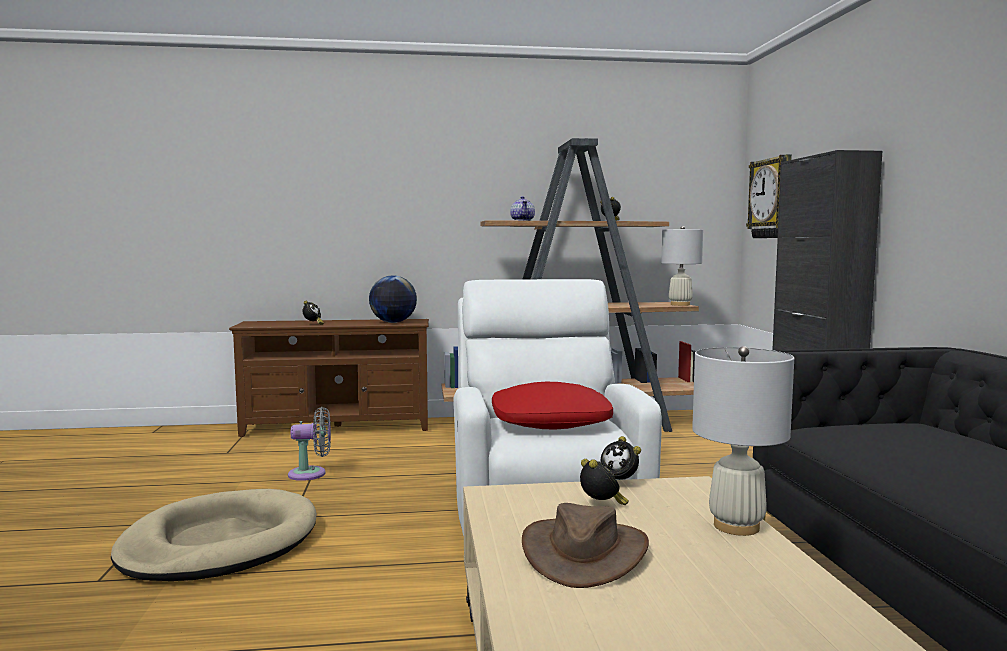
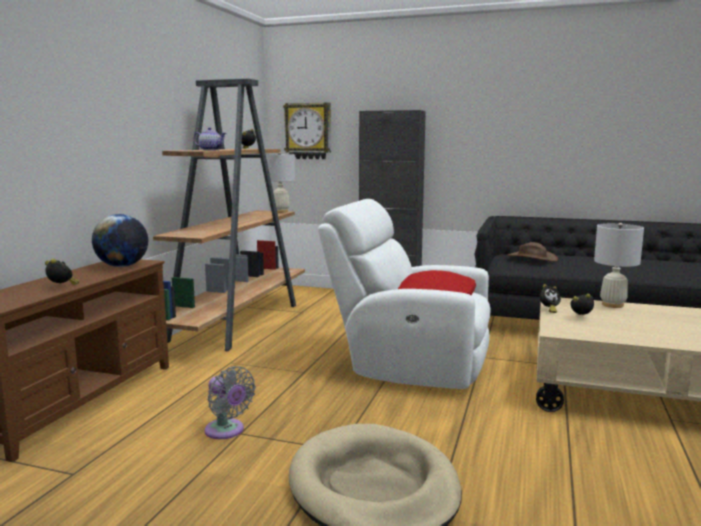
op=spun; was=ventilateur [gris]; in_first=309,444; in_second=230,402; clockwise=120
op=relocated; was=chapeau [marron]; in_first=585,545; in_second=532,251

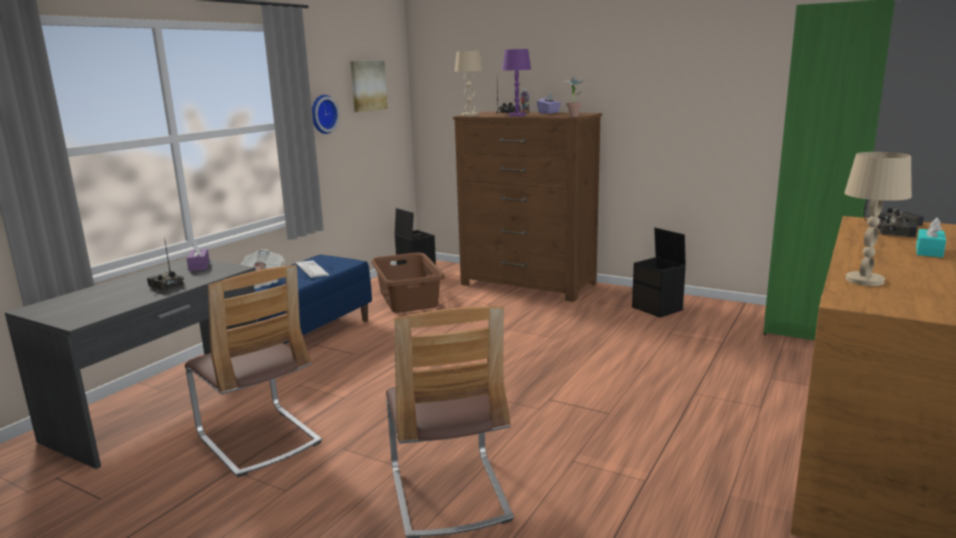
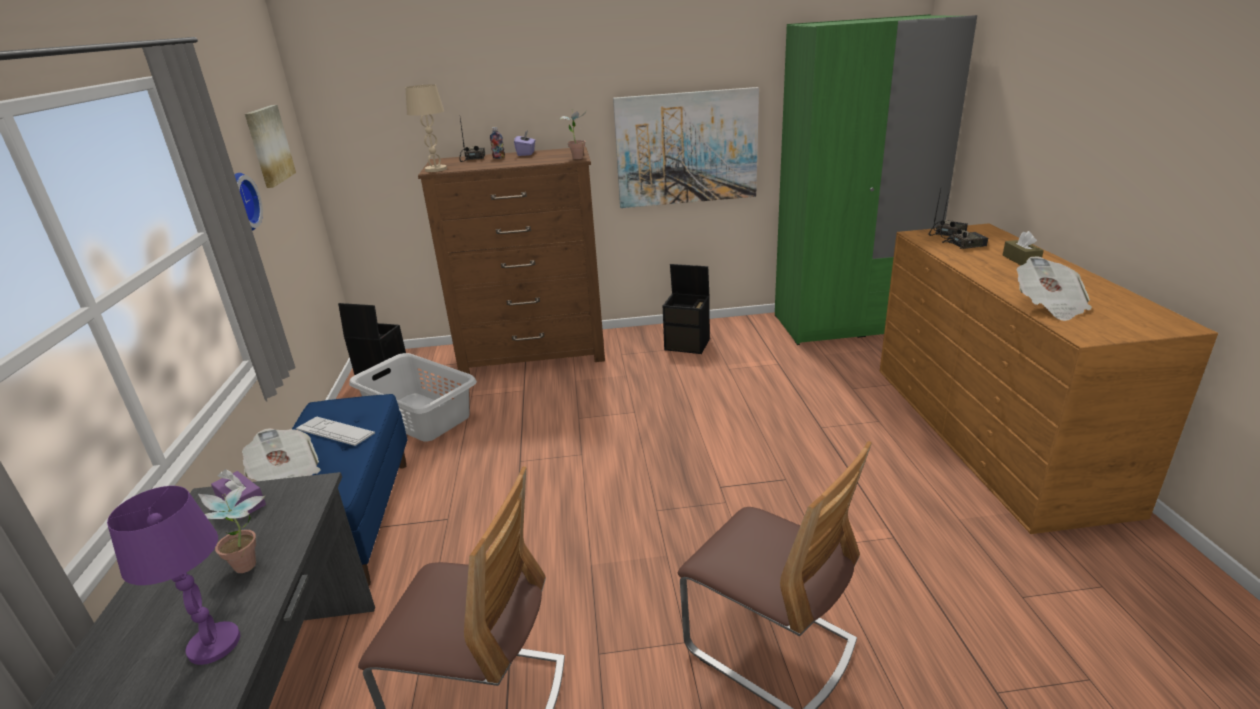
op=relocated; was=lampe de table [violet]; in_first=516,82; in_second=173,575
op=exchanged; was=radio; now=plante en pot; in_first=166,266; in_second=232,530
op=colour; was=panier à linge [marron]; now=panier à linge [gris]; in_first=408,283; in_second=413,397
op=appeared; now=tableau; in_second=686,147
op=colour; was=boîte à mouchoirs [turquoise]; now=boîte à mouchoirs [marron]; in_first=931,238; in_second=1023,248
op=exchanged; was=lampe de table [beige]; now=journal; in_first=878,219; in_second=1054,288

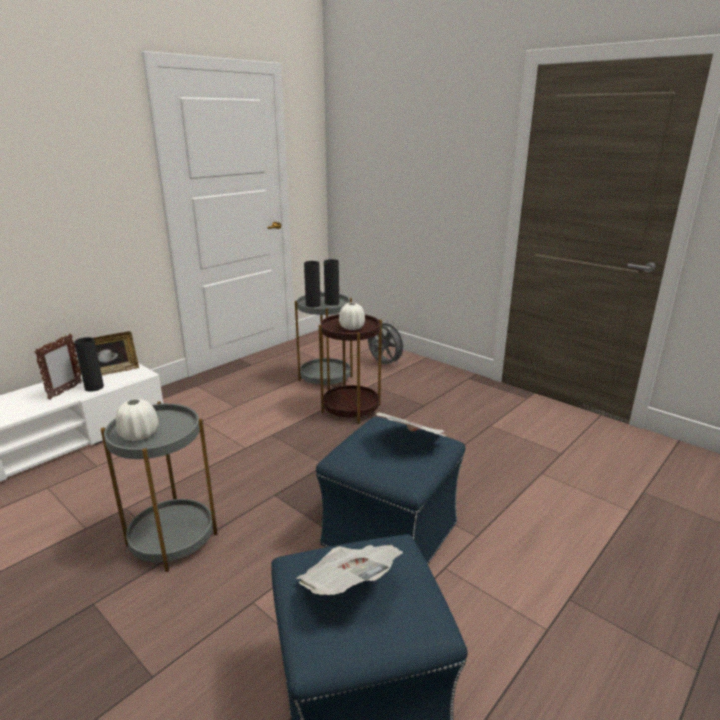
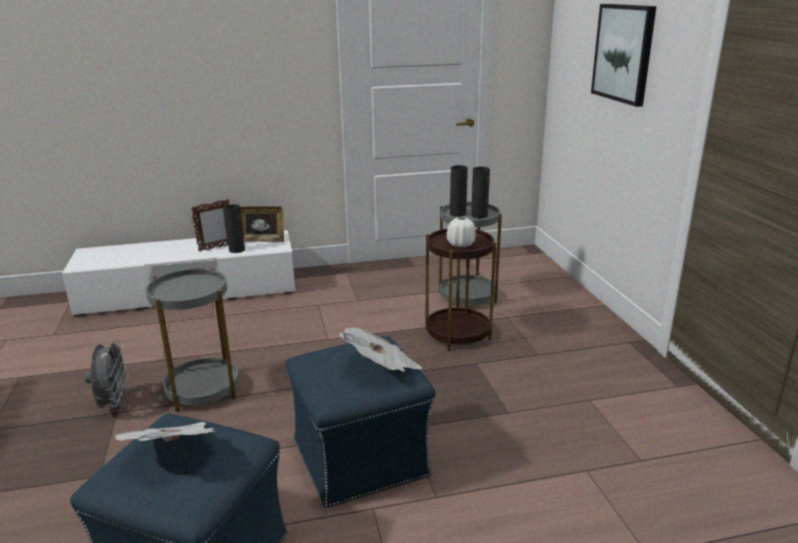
op=relocated; was=ventilateur [gris]; in_first=387,342; in_second=107,374
op=appeared; now=tableau; in_second=623,55
op=missing; was=vase [blanc]; in_first=137,420

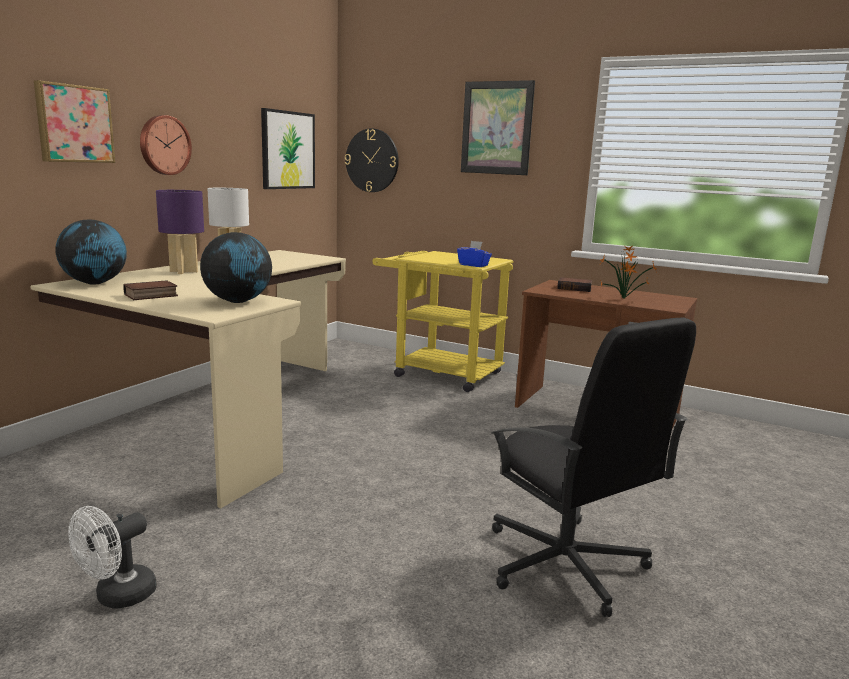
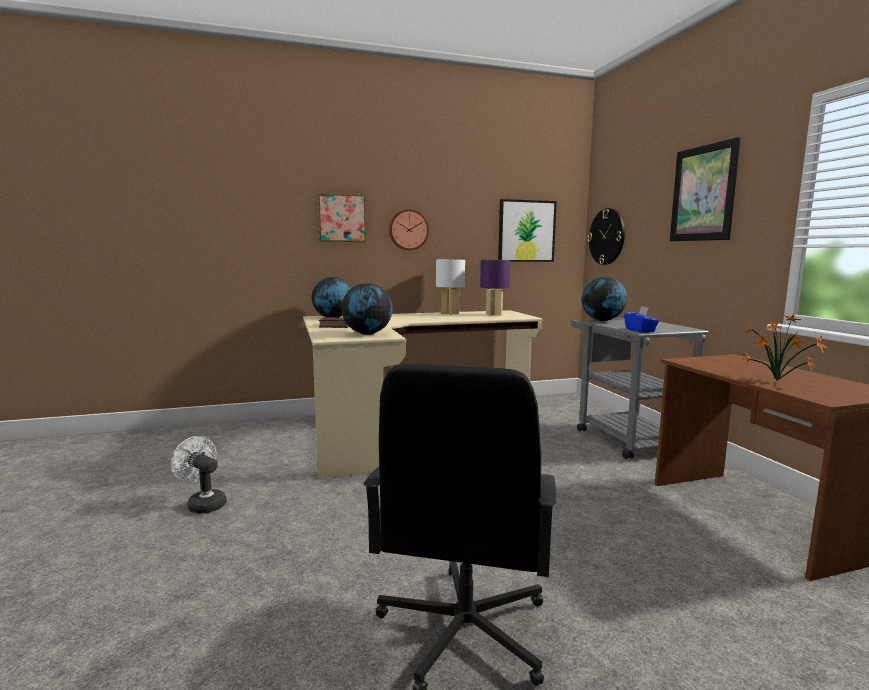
op=spun; was=ventilateur [blanc]; in_first=112,557; in_second=199,475; clockwise=45
op=relocated; was=lampe de table [violet]; in_first=180,232; in_second=495,288
op=colour; was=chariot [jaune]; now=chariot [gris]; in_first=442,321; in_second=640,388
op=appeared; now=globe; in_second=604,299
op=missing; was=livre; in_first=574,284

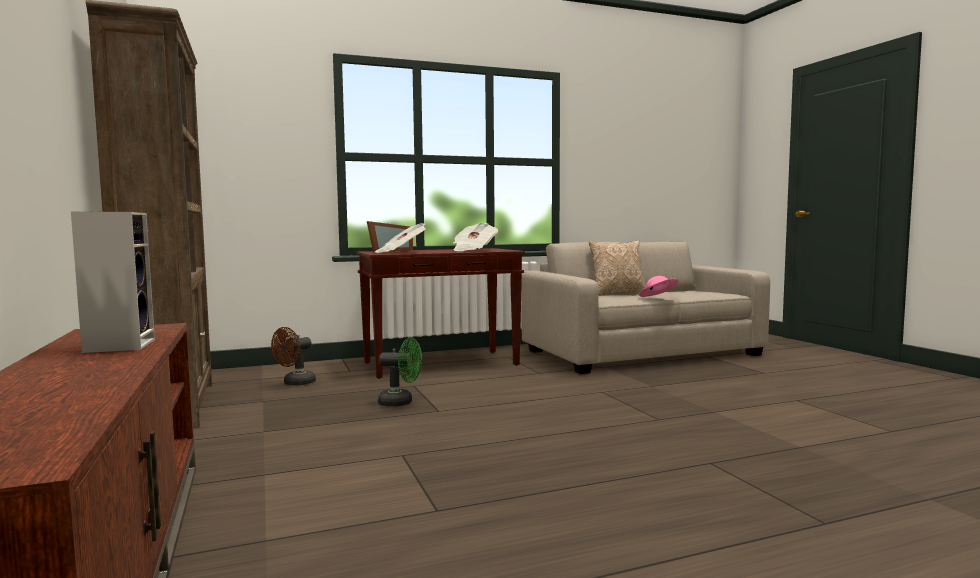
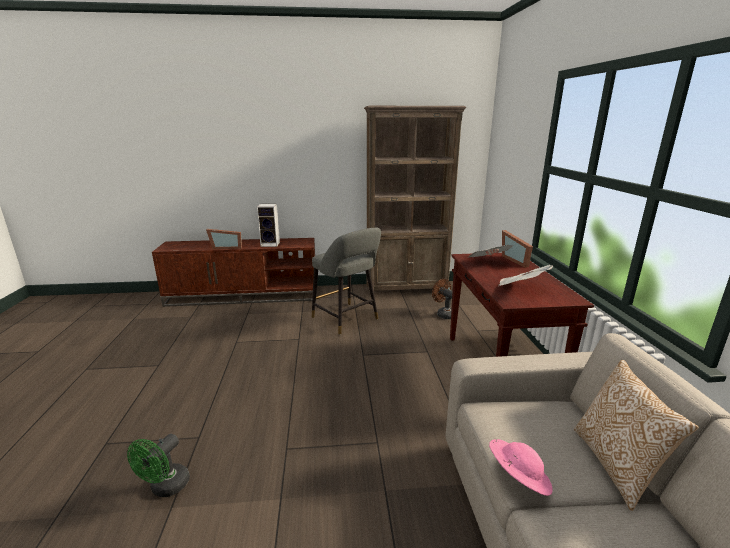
op=relocated; was=ventilateur [vert]; in_first=400,372; in_second=158,465
op=appeared; now=cadre photo; in_second=224,239
op=appeared; now=tabouret [gris]; in_second=346,281

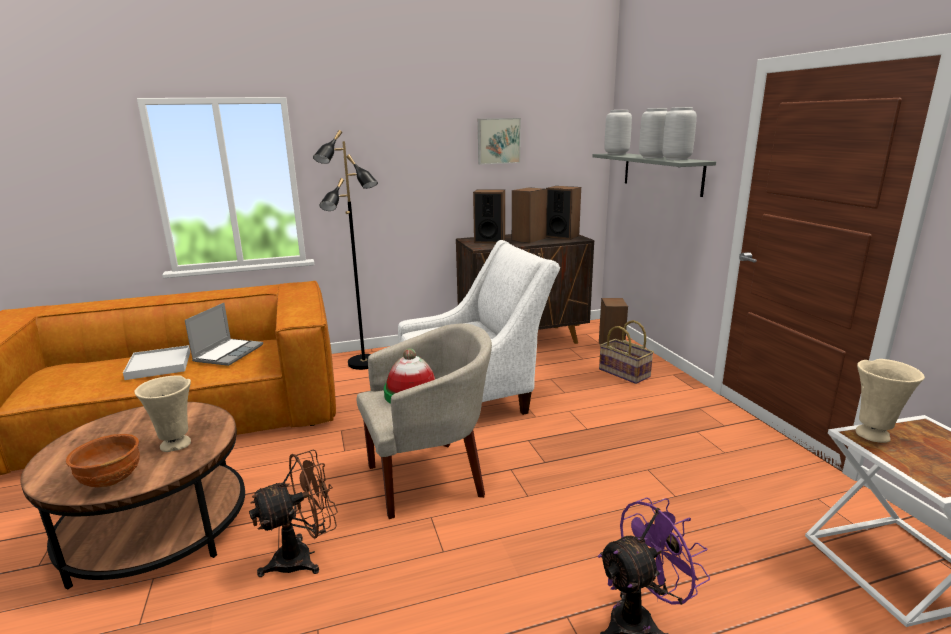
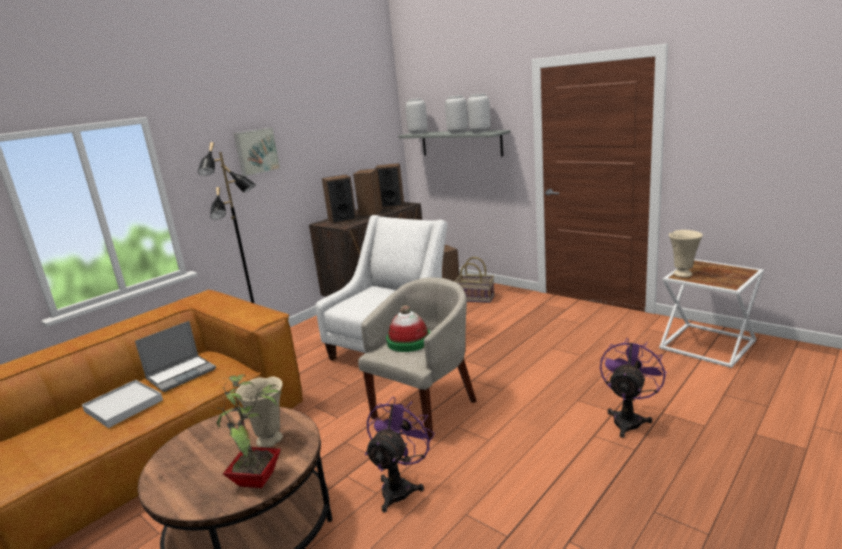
op=spun; was=ordinateur portable; in_first=224,334; in_second=175,356; clockwise=60
op=exchanged; was=bol [marron]; now=plante en pot; in_first=103,461; in_second=249,431
op=relocated; was=tableau; in_first=499,141; in_second=257,151
op=colour; was=ventilateur [marron]; now=ventilateur [violet]; in_first=293,513; in_second=400,455

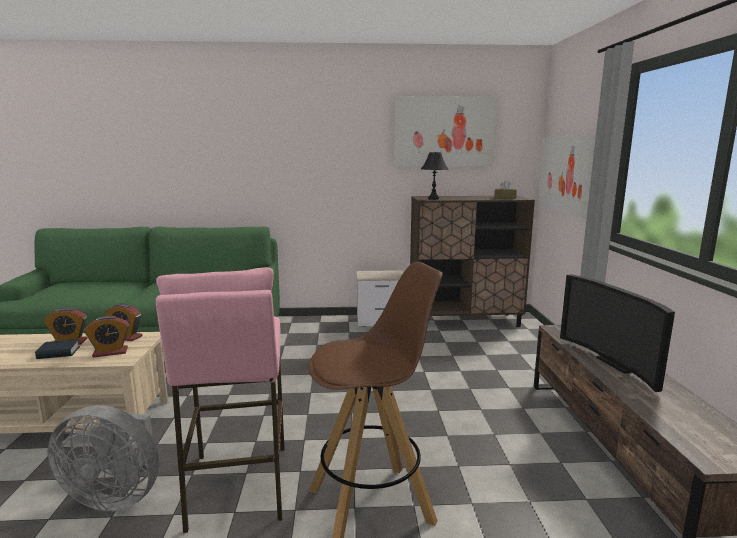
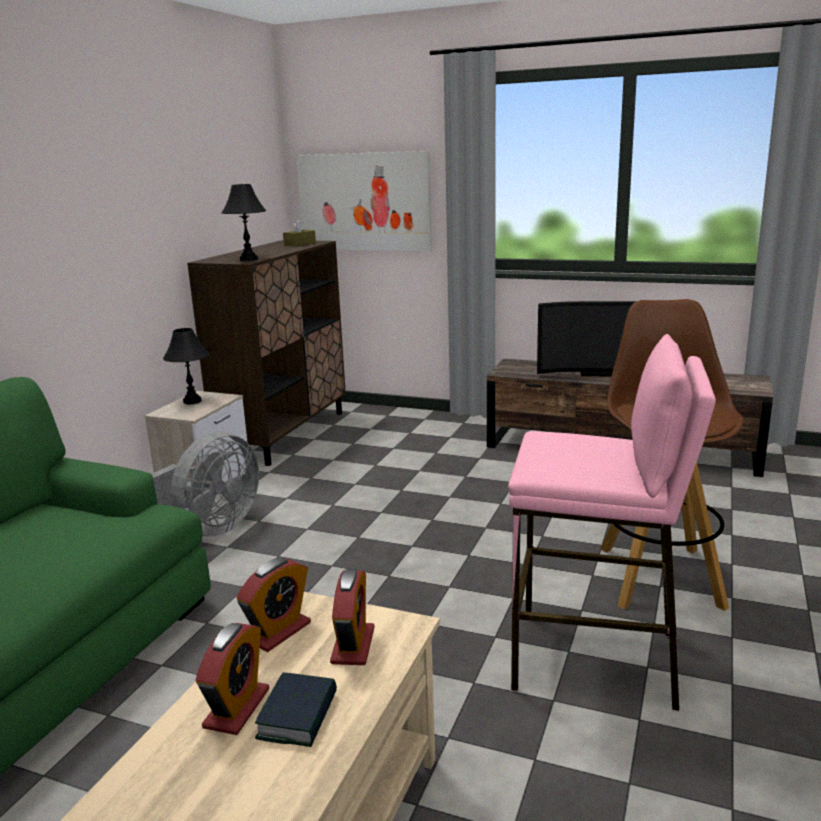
op=relocated; was=ventilateur [gris]; in_first=103,458; in_second=205,484
op=appeared; now=lampe de table [noir]; in_second=186,366
op=missing; was=tableau; in_first=445,131

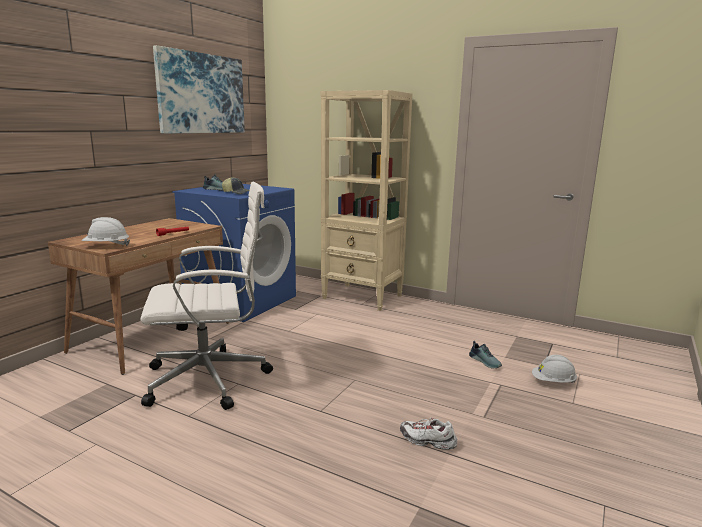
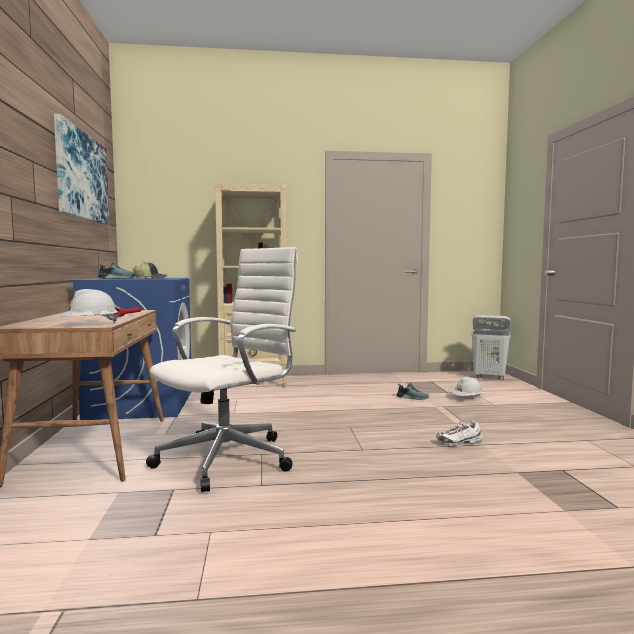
op=appeared; now=panier à linge [blanc]; in_second=490,347

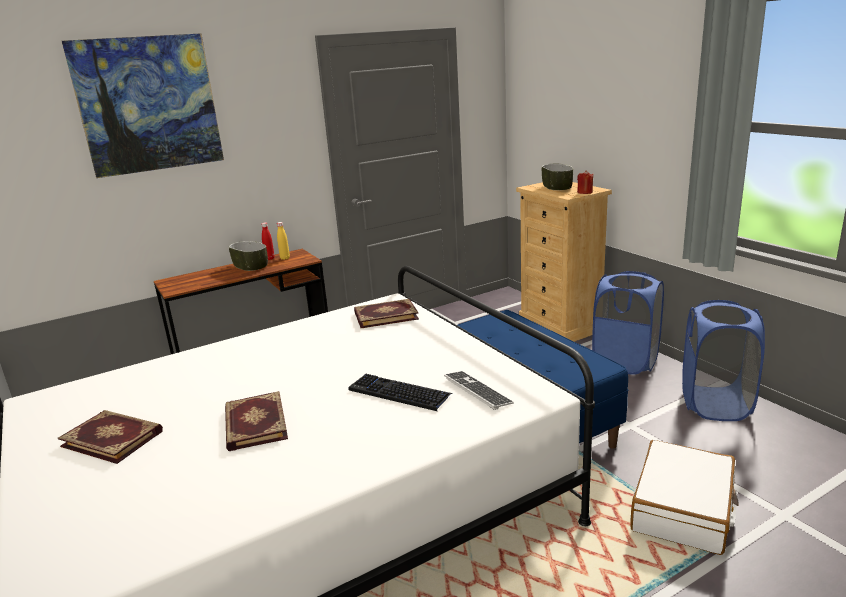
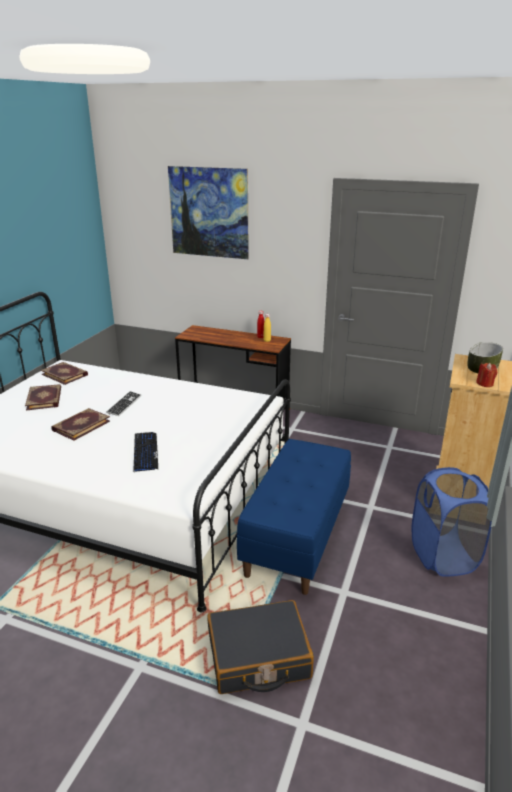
op=relocated; was=livre; in_first=386,313; in_second=64,373
op=relocated; was=clavier; in_first=479,390; in_second=124,403
op=colour; was=valise [blanc]; now=valise [noir]; in_first=684,497; in_second=260,647
op=missing; was=bol; in_first=248,256
op=missing; was=panier à linge [bleu]; in_first=723,360

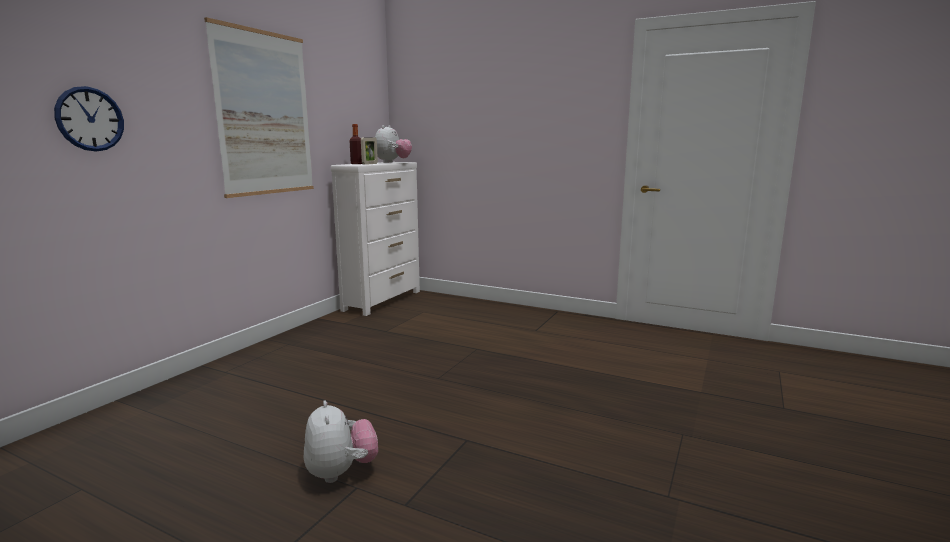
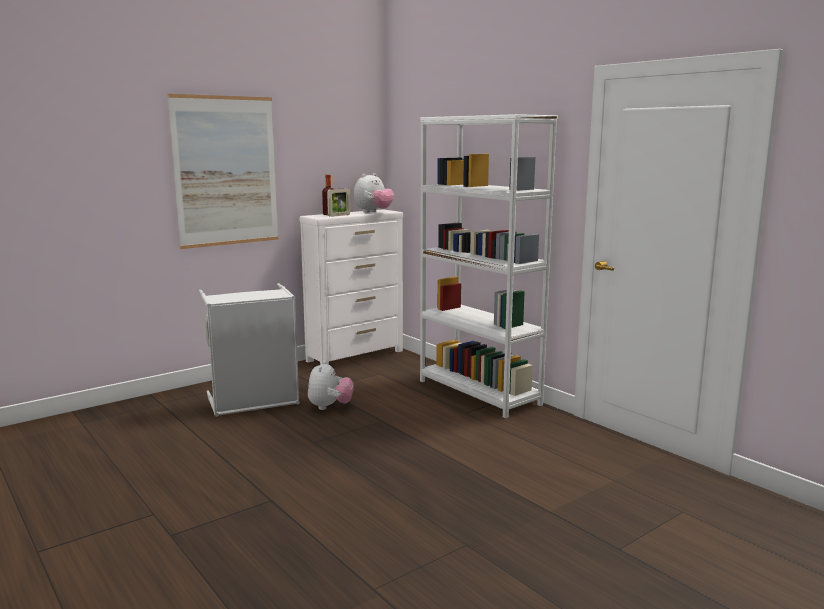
op=appeared; now=panier à linge [gris]; in_second=249,350
op=relocated; was=peluche; in_first=341,441; in_second=331,385
op=appeared; now=bibliothèque [blanc]; in_second=489,266
op=missing; was=horloge murale; in_first=89,119

